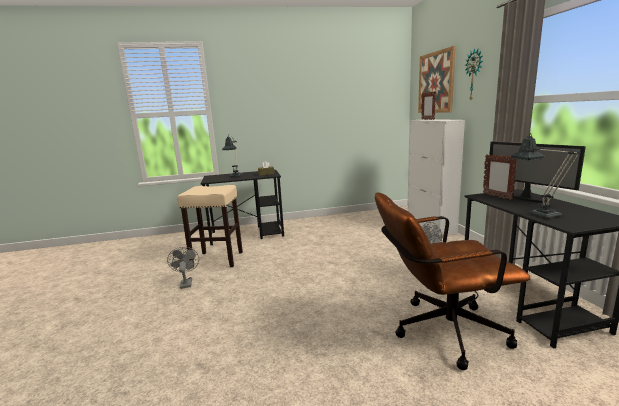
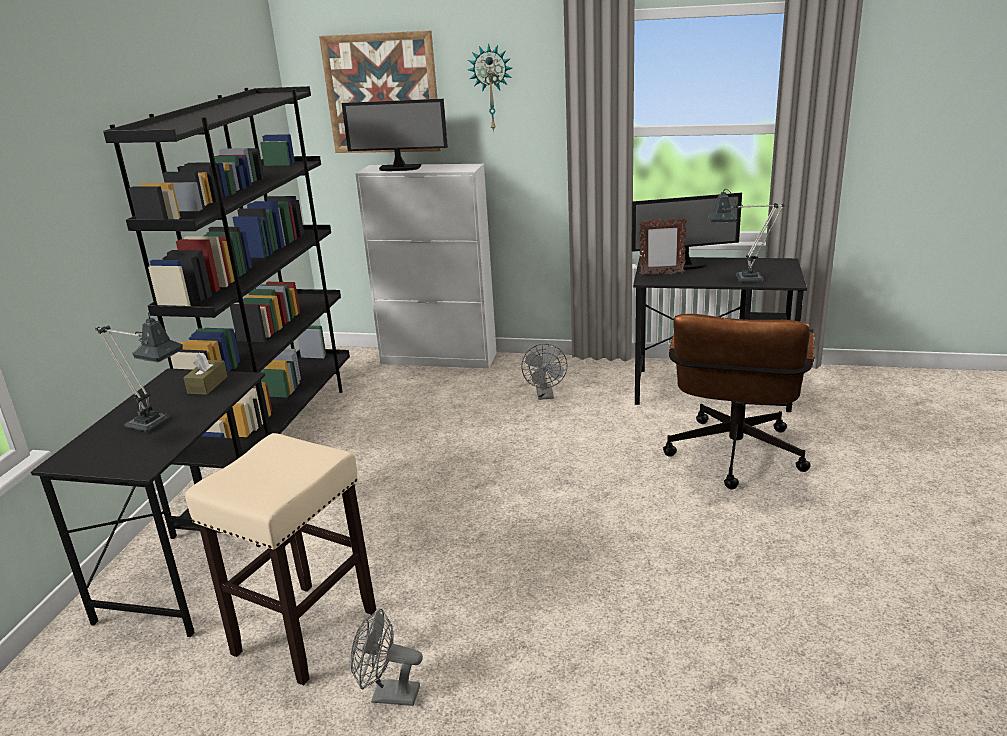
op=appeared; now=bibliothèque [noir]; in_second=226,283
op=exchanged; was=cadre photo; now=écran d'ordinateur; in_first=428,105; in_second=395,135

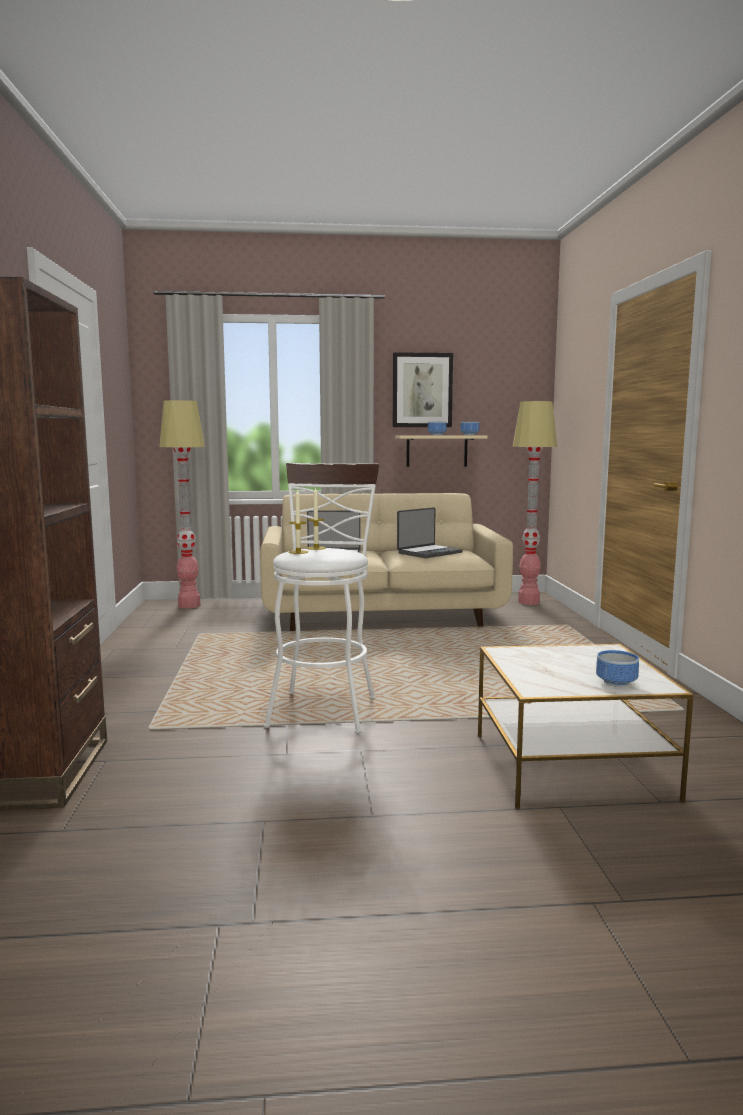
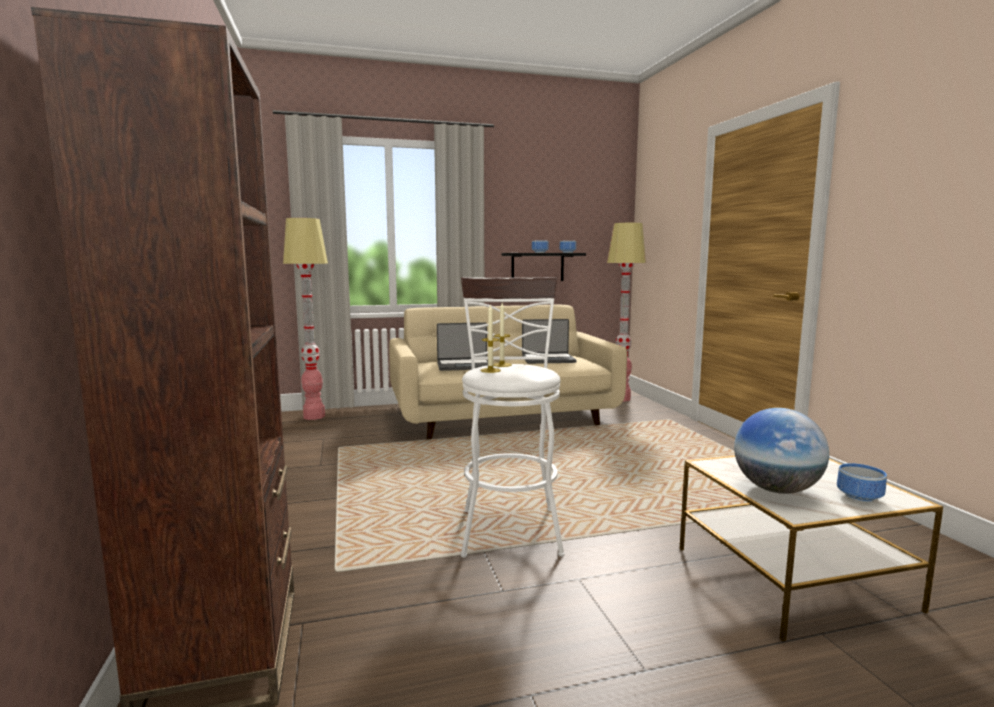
op=colour; was=étagère [beige]; now=étagère [noir]; in_first=441,451; in_second=544,267
op=spun; was=ordinateur portable; in_first=430,532; in_second=549,341; clockwise=45
op=appeared; now=globe; in_second=781,451
op=missing; was=tableau; in_first=423,389

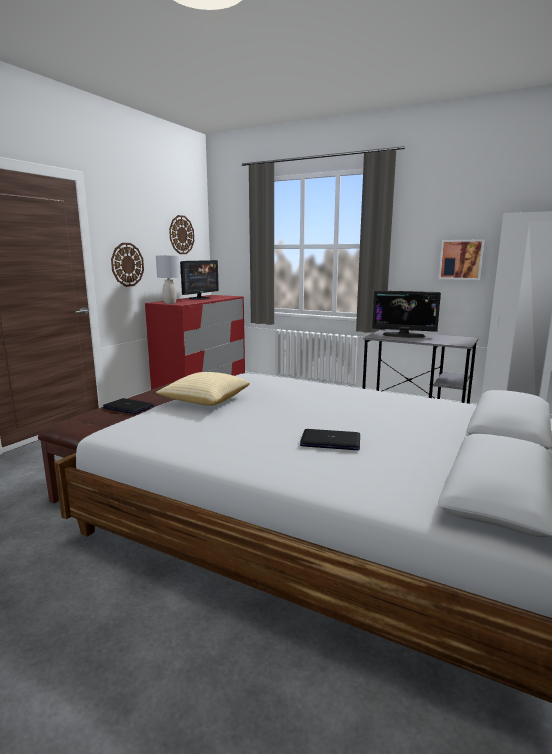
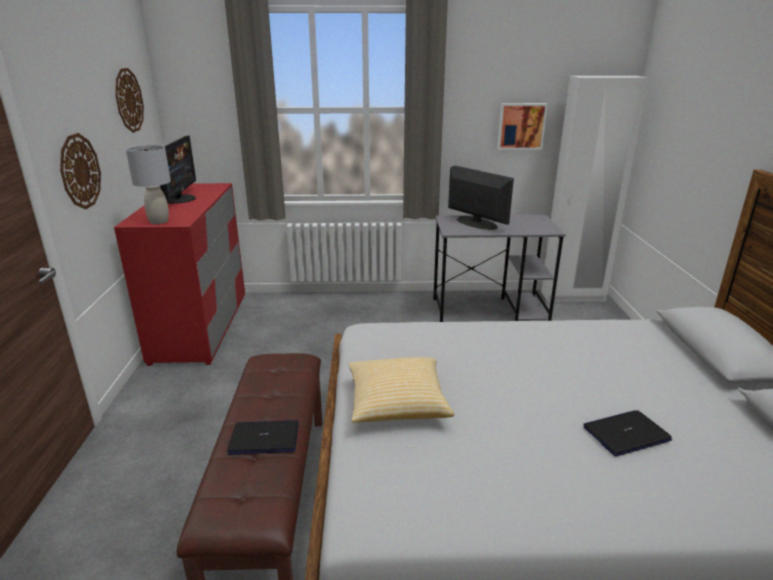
op=spun; was=écran d'ordinateur; in_first=406,314; in_second=481,197; clockwise=-120

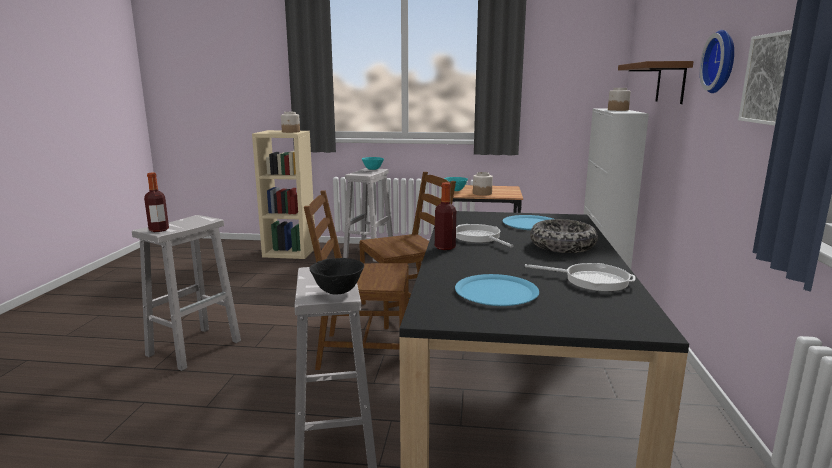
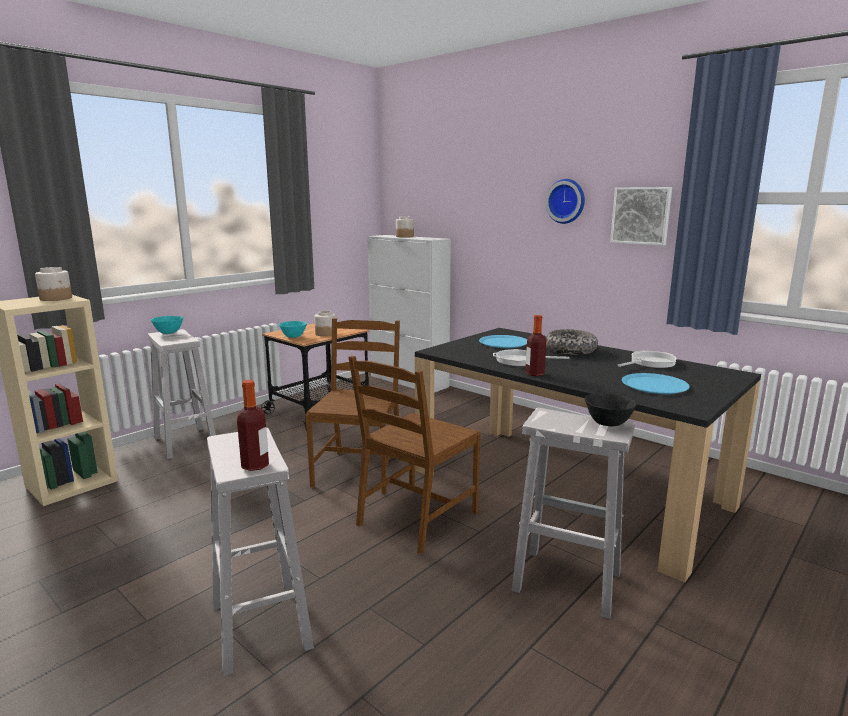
op=missing; was=étagère [marron]; in_first=656,82

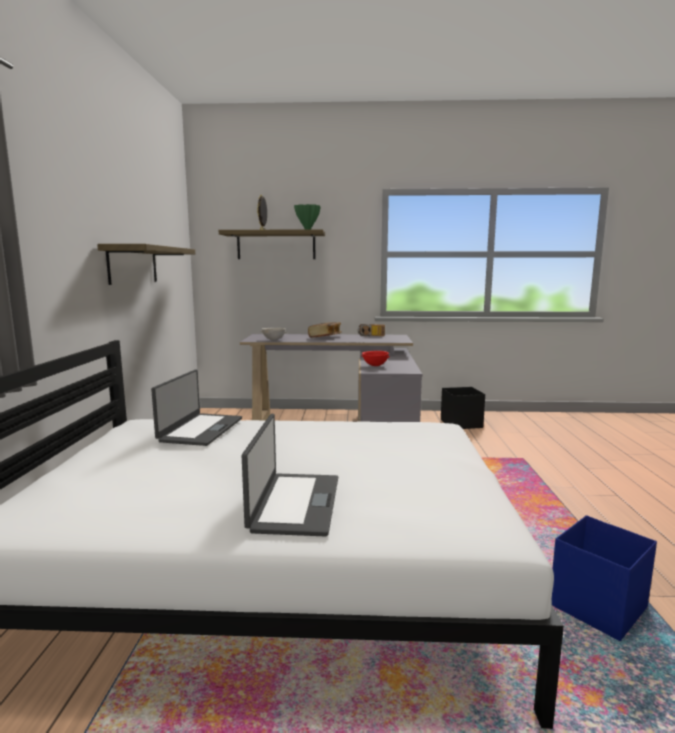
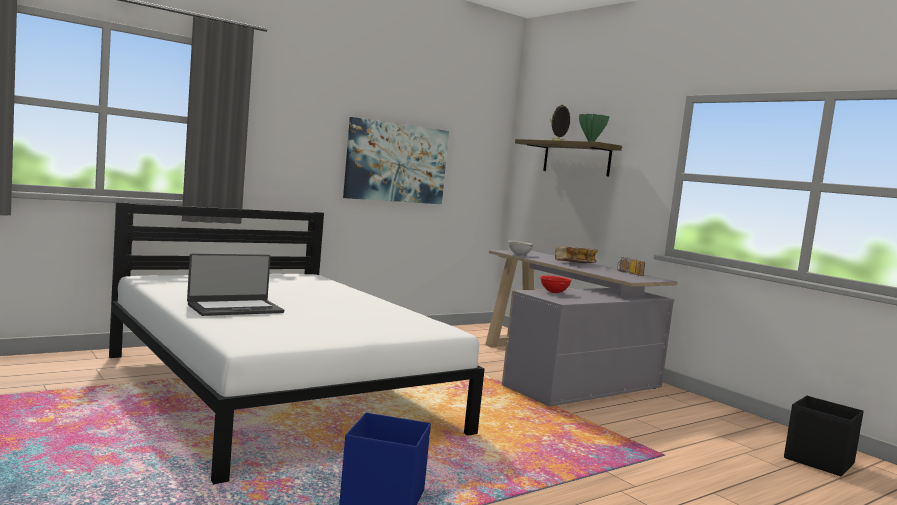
op=exchanged; was=étagère; now=tableau; in_first=146,264; in_second=396,160
op=relocated; was=boîte de rangement [noir]; in_first=463,408; in_second=824,436
op=missing; was=ordinateur portable; in_first=196,407

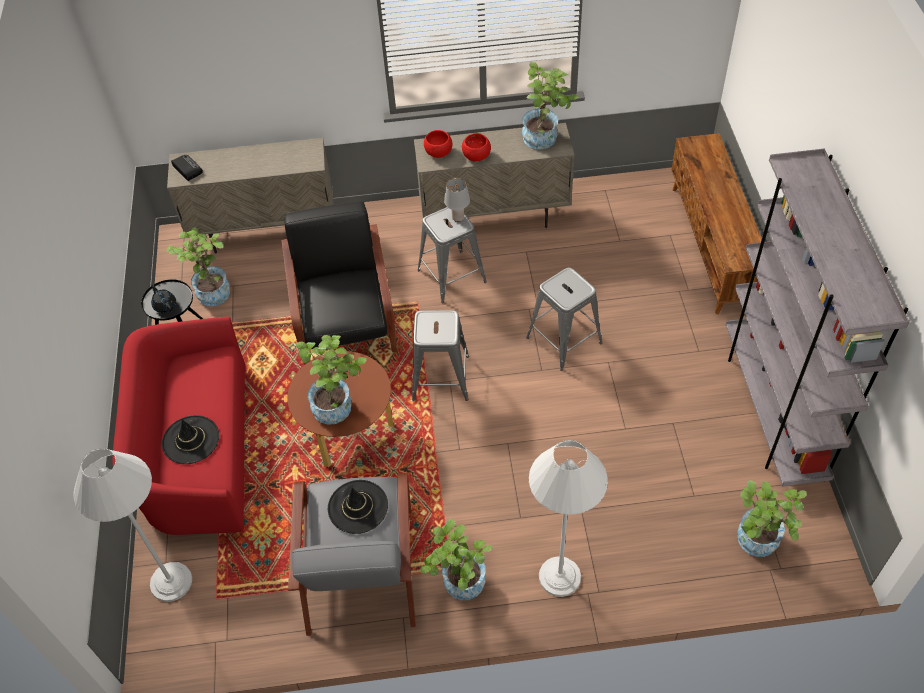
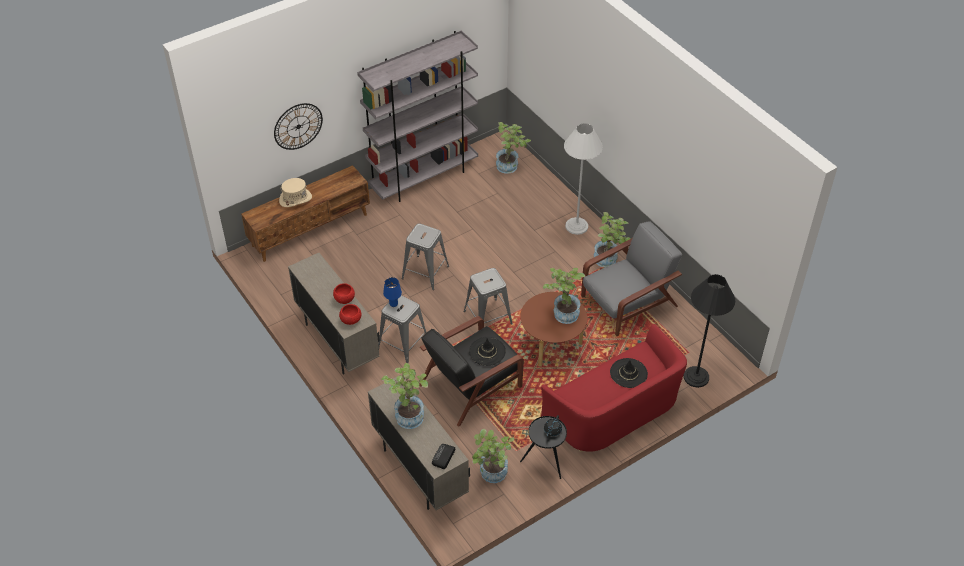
op=appeared; now=horloge murale; in_second=298,126
op=appeared; now=chapeau [beige]; in_second=295,192
op=relocated; was=plante en pot; in_first=550,105; in_second=404,396
op=colour; was=lampe de table [gris]; now=lampe de table [bleu]; in_first=457,200; in_second=392,292
op=relocated; was=chapeau [noir]; in_first=358,507; in_second=487,351
op=colour; was=lampadaire [blanc]; now=lampadaire [noir]; in_first=132,525; in_second=709,331

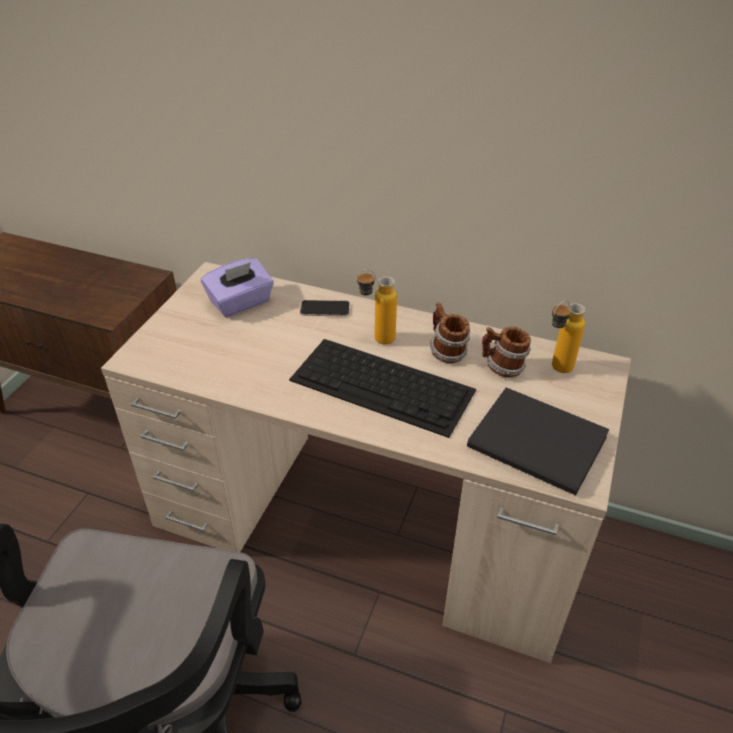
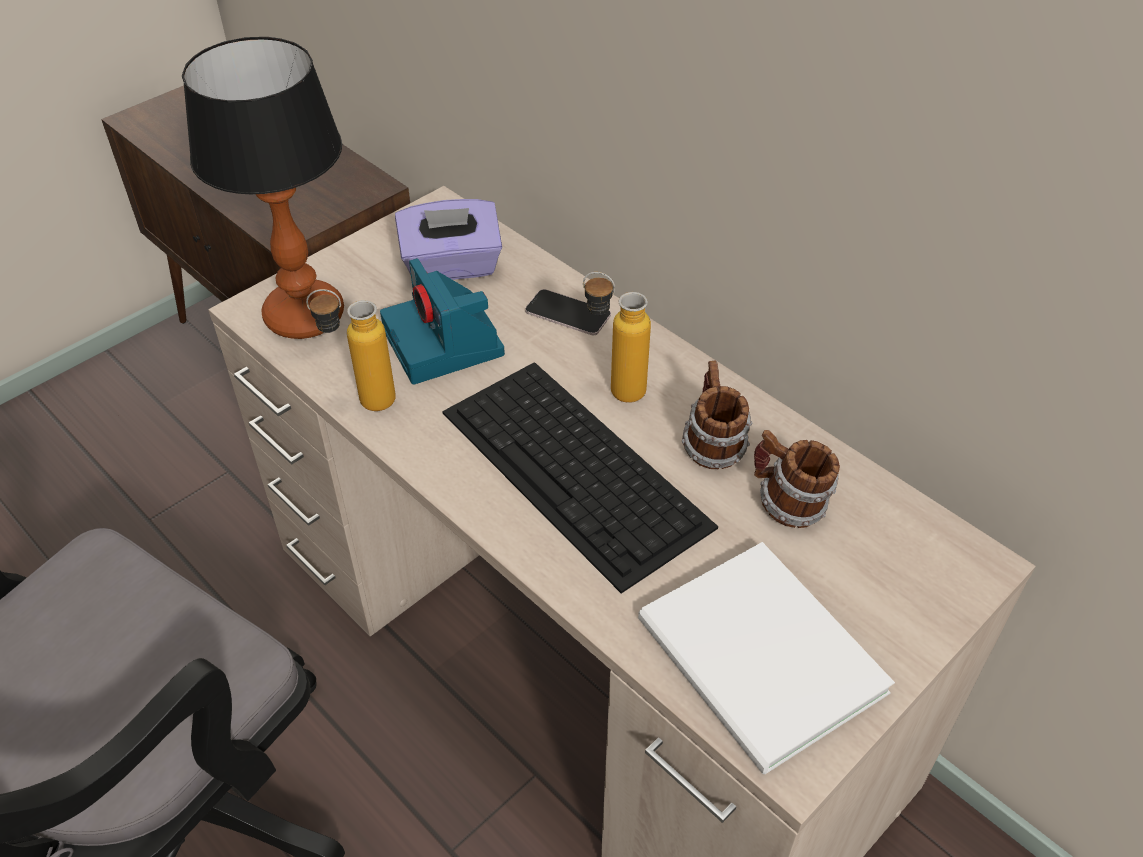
op=appeared; now=lampe de table; in_second=263,188
op=relocated; was=bouteille; in_first=569,336; in_second=351,350
op=appeared; now=appareil photo; in_second=442,321
op=colour; was=livre [noir]; now=livre [blanc]; in_first=538,441; in_second=766,658

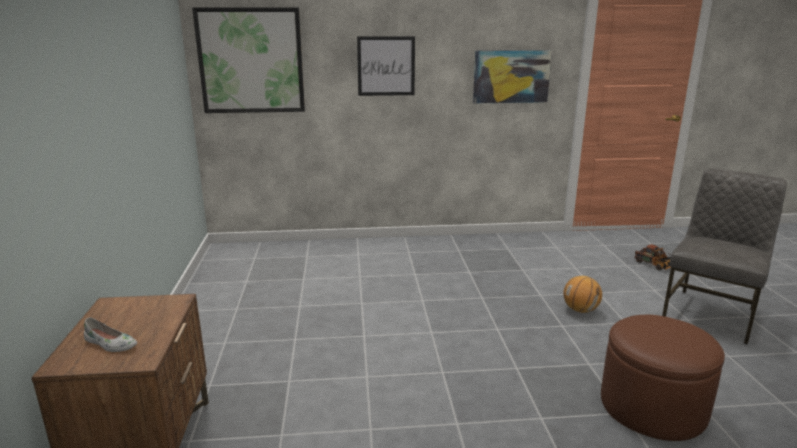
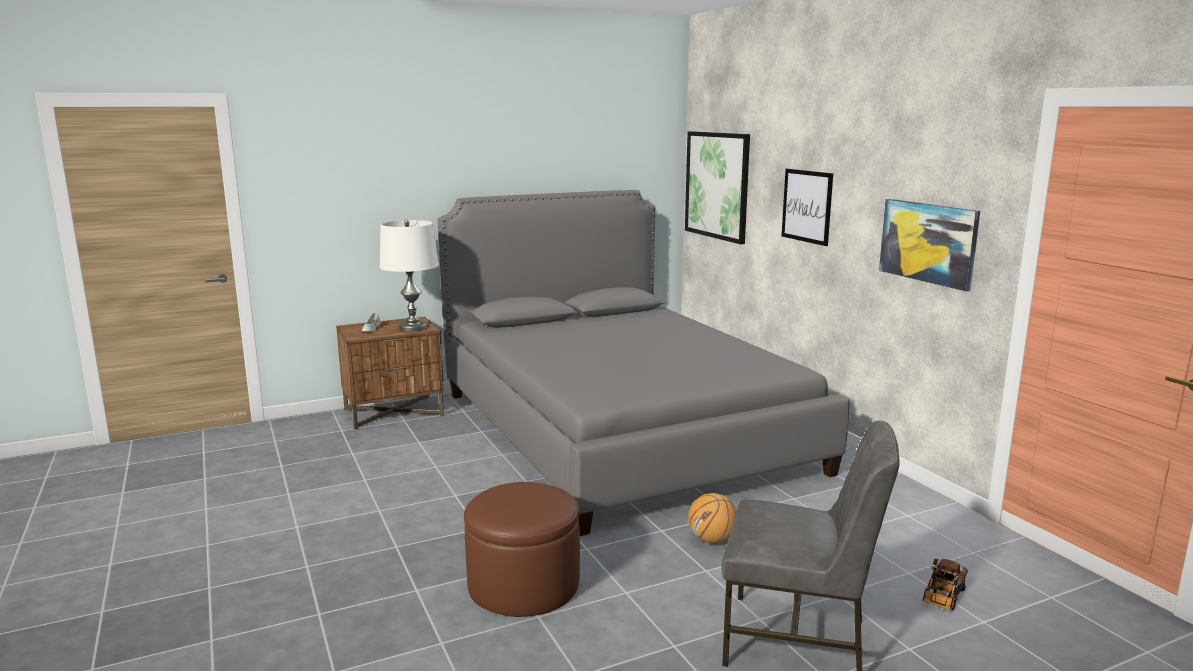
op=appeared; now=lampe de table [blanc]; in_second=409,275
op=appeared; now=lit [gris]; in_second=643,363

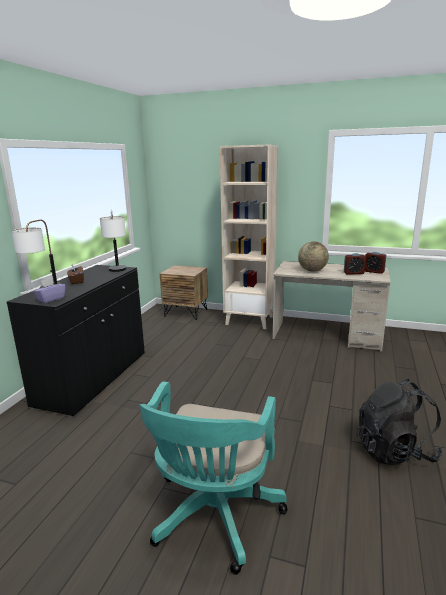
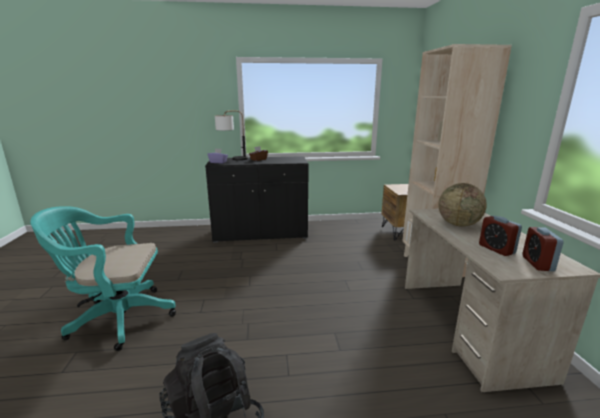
op=missing; was=lampe de table; in_first=113,240

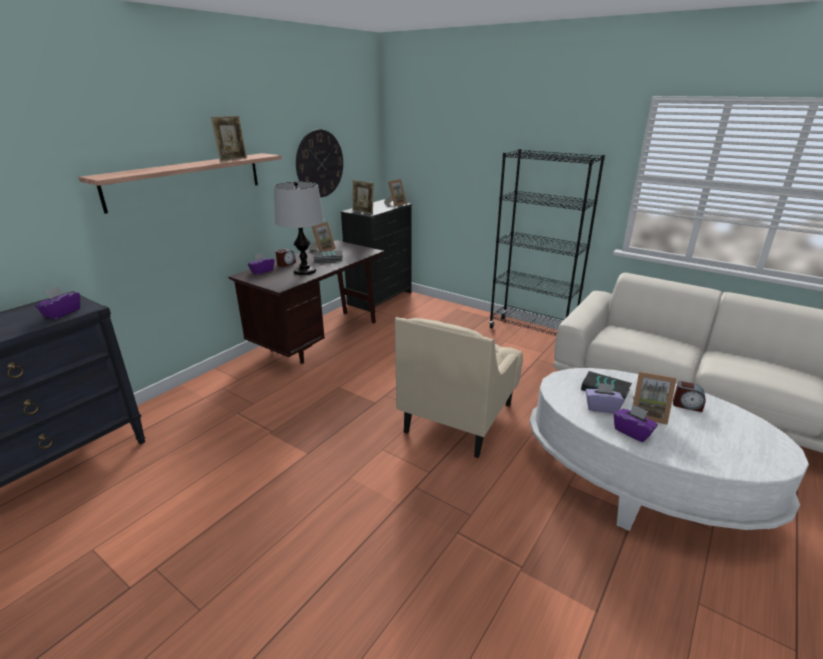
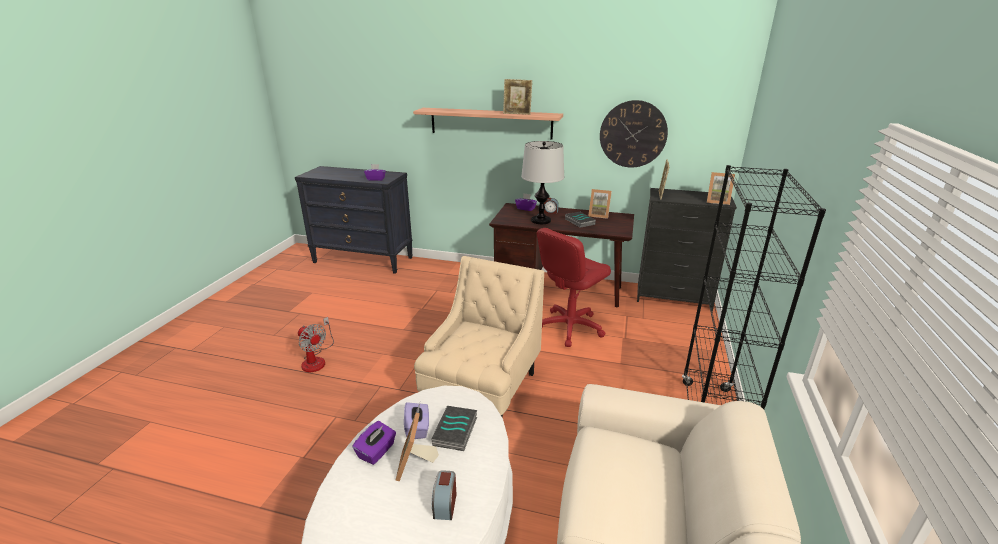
op=appeared; now=ventilateur; in_second=316,344
op=spun; was=fauteuil [beige]; in_first=459,387; in_second=479,337; clockwise=105
op=appeared; now=chaise de bureau [rouge]; in_second=574,287

